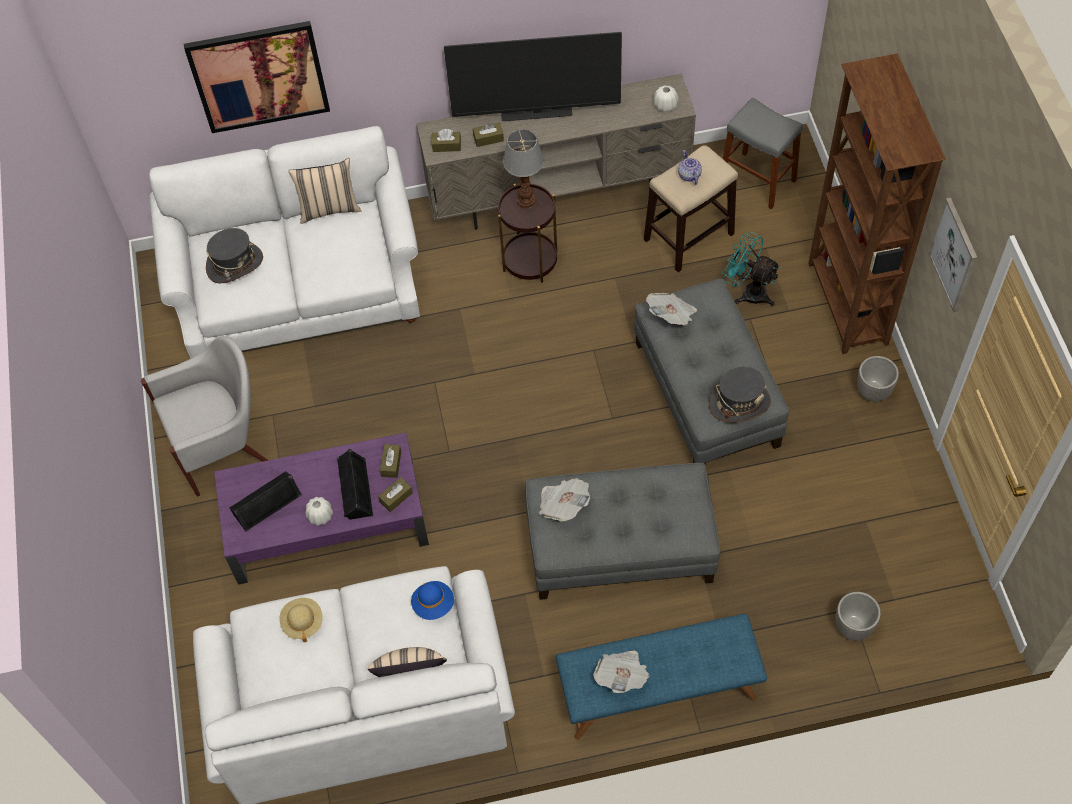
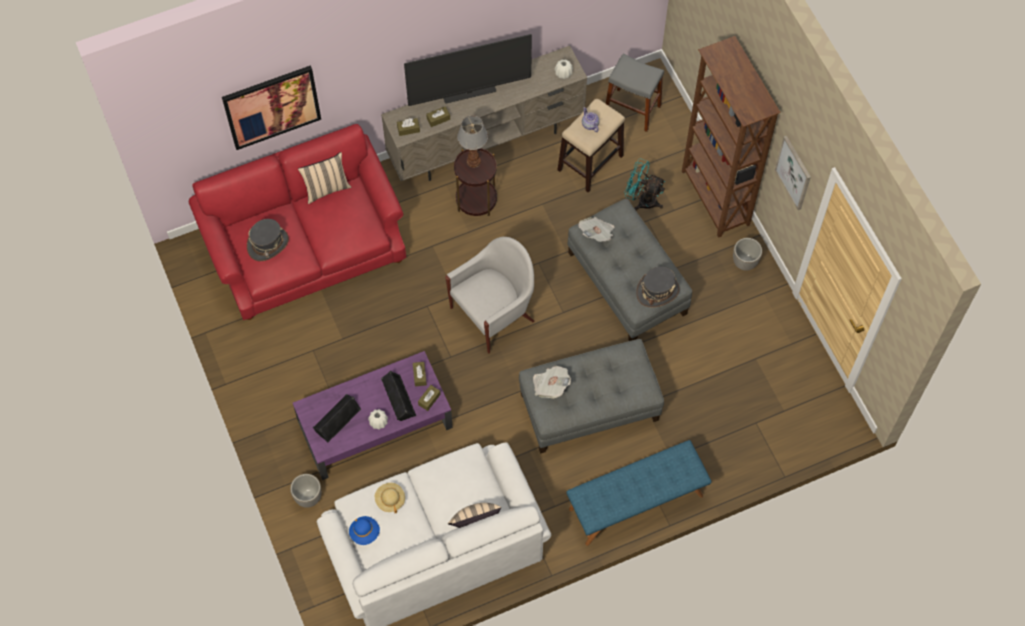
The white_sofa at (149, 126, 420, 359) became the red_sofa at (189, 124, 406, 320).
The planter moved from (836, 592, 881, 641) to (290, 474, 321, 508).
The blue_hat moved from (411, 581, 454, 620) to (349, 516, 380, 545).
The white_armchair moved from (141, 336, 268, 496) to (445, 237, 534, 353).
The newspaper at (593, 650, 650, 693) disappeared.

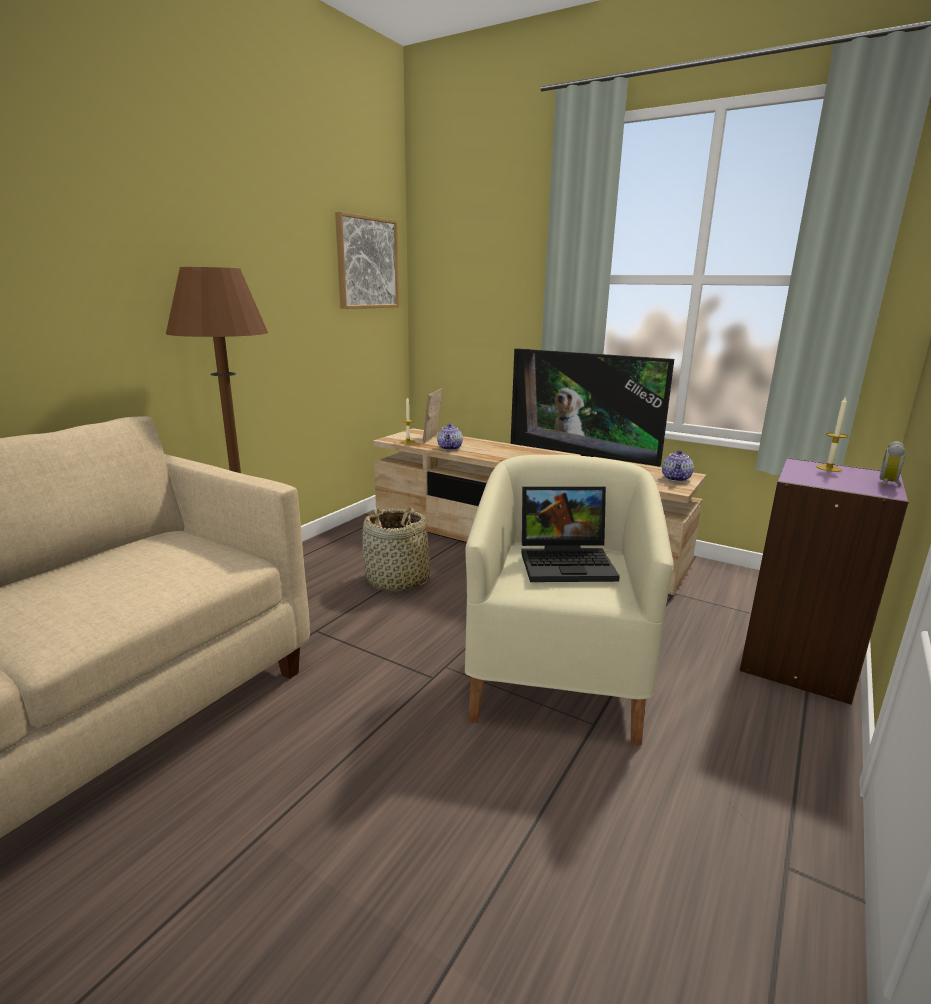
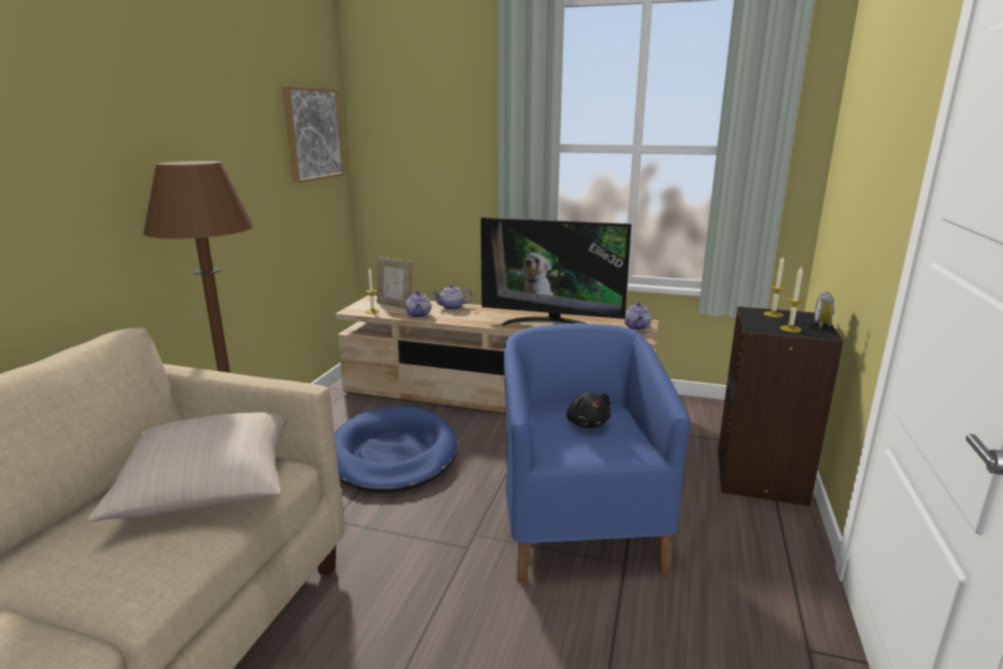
The beige_pillow at (87, 412, 286, 522) appeared.
The basket at (362, 507, 430, 592) was replaced by the blue_dog_bed at (334, 406, 457, 493).
The picture_frame at (423, 388, 443, 443) turned 60 degrees counterclockwise.
The teapot at (431, 284, 472, 310) appeared.
The beige_armchair at (465, 455, 674, 746) became the blue_armchair at (504, 323, 690, 583).
The laptop at (521, 486, 620, 582) was replaced by the black_plush_toy at (567, 392, 611, 428).
The purple_bookcase at (740, 457, 909, 705) became the black_bookcase at (718, 306, 844, 506).
The candle at (780, 267, 805, 332) appeared.

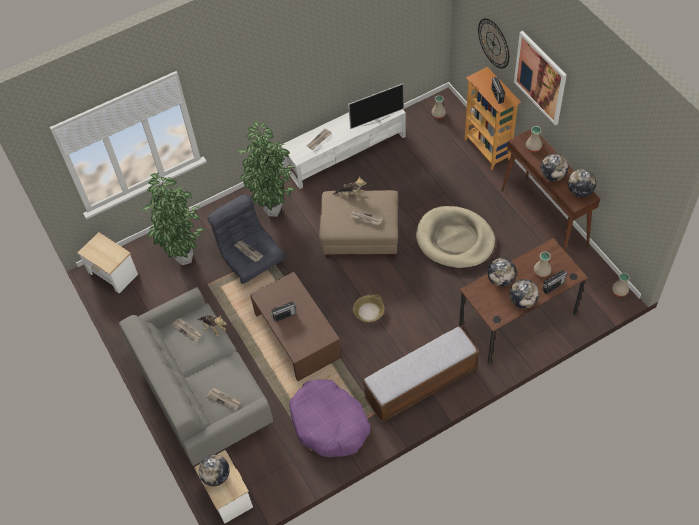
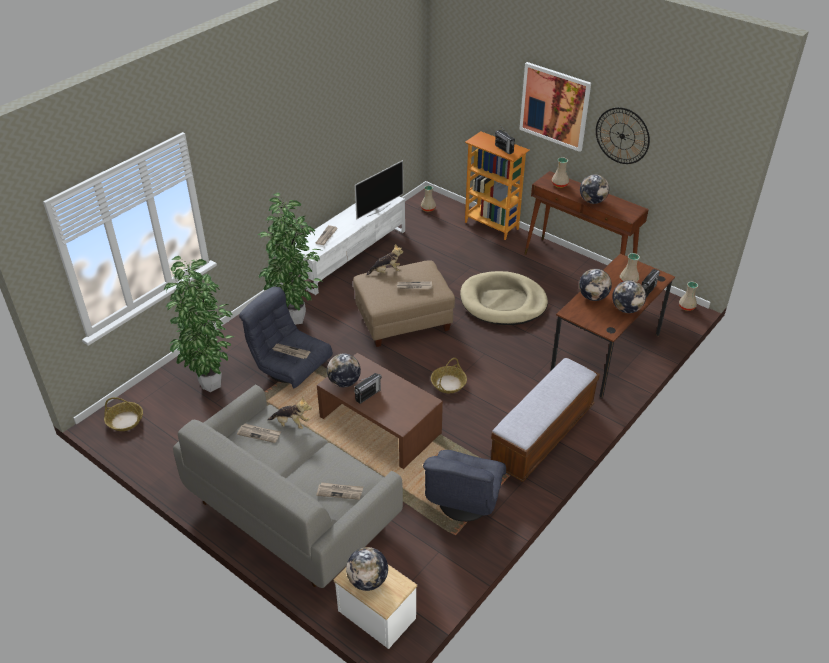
The side_table at (78, 232, 138, 293) was replaced by the basket at (104, 397, 143, 431).
The globe moved from (568, 169, 596, 197) to (327, 354, 361, 387).
The purple_dog_bed at (289, 379, 371, 458) was replaced by the grey_armchair at (423, 450, 506, 522).
The wall_clock moved from (478, 18, 509, 69) to (596, 107, 650, 164).

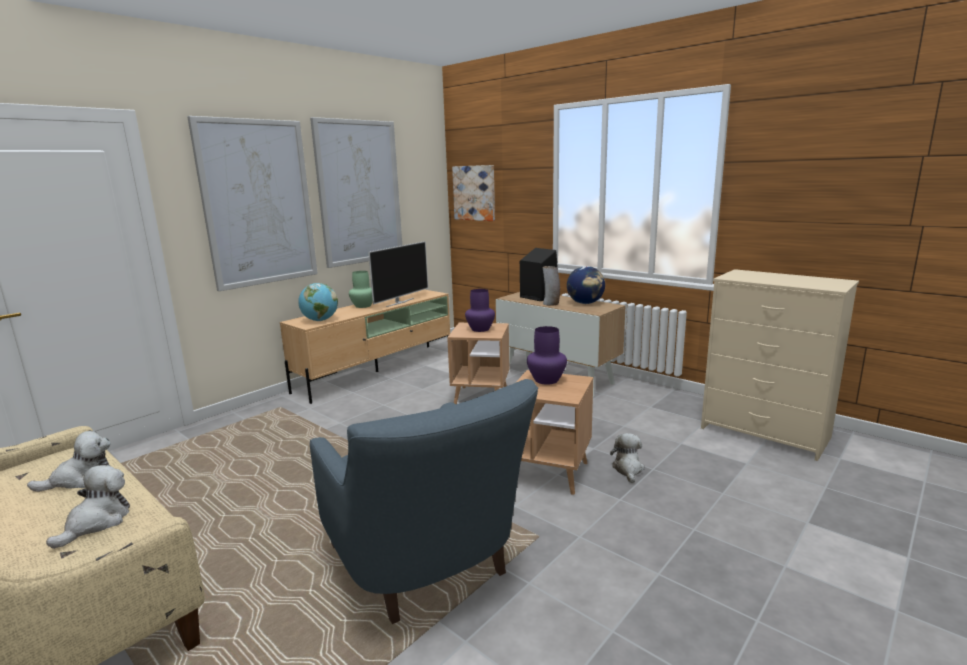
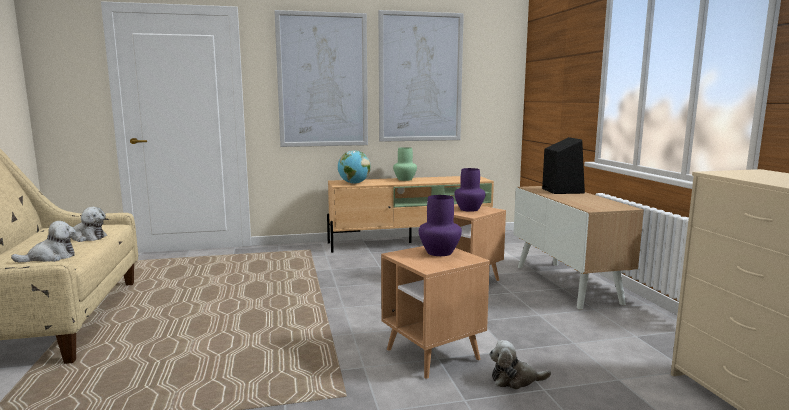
The plush_toy at (610, 433, 645, 483) turned 135 degrees counterclockwise.
The blue_armchair at (310, 379, 538, 624) disappeared.
The television at (368, 241, 428, 307) disappeared.
The picture at (452, 165, 495, 221) disappeared.
The vase at (542, 266, 560, 306) disappeared.
The globe at (567, 266, 605, 304) disappeared.

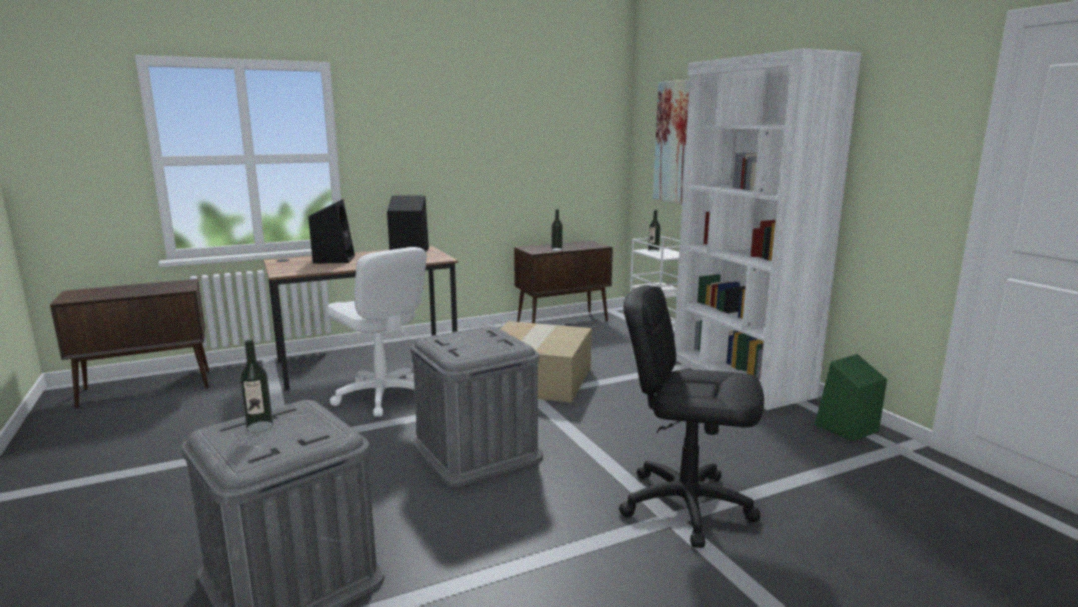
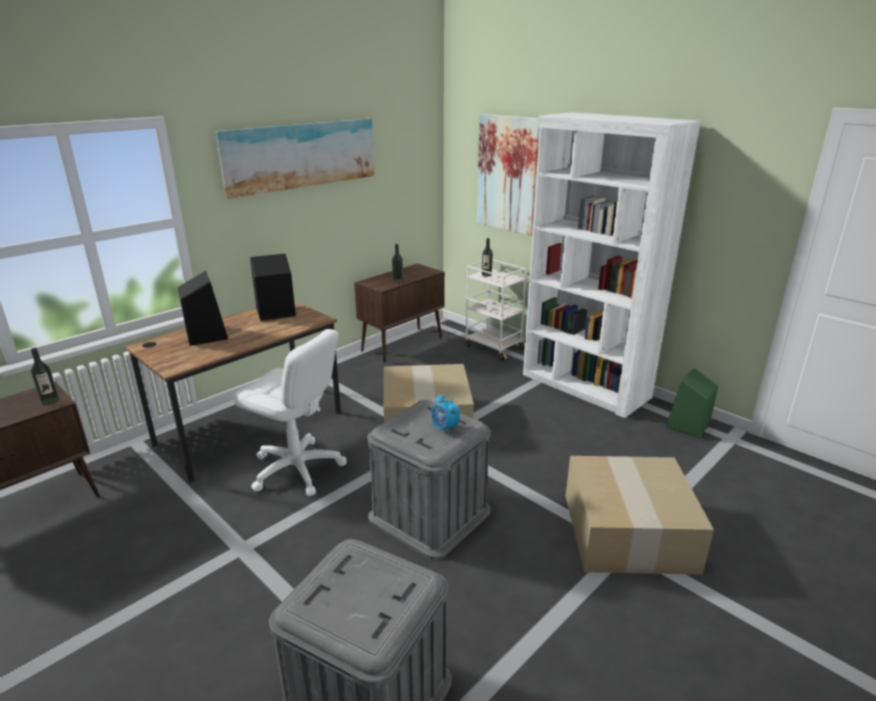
The bottle moved from (240, 340, 273, 432) to (30, 348, 59, 406).
The picture at (216, 119, 374, 199) appeared.
The alarm_clock at (431, 394, 460, 435) appeared.
The black_office_chair at (619, 285, 764, 548) was replaced by the cardboard_box at (566, 456, 714, 575).

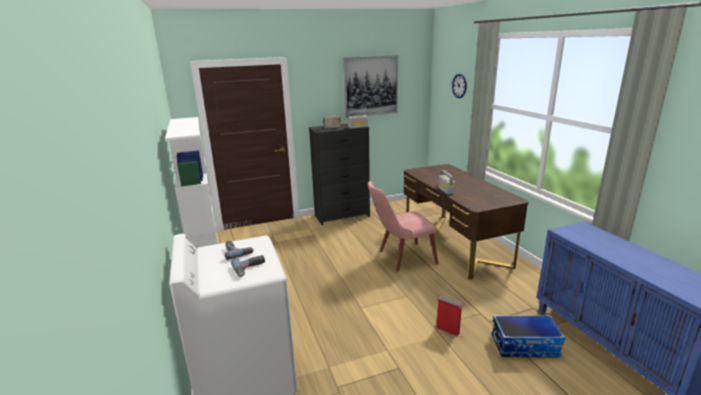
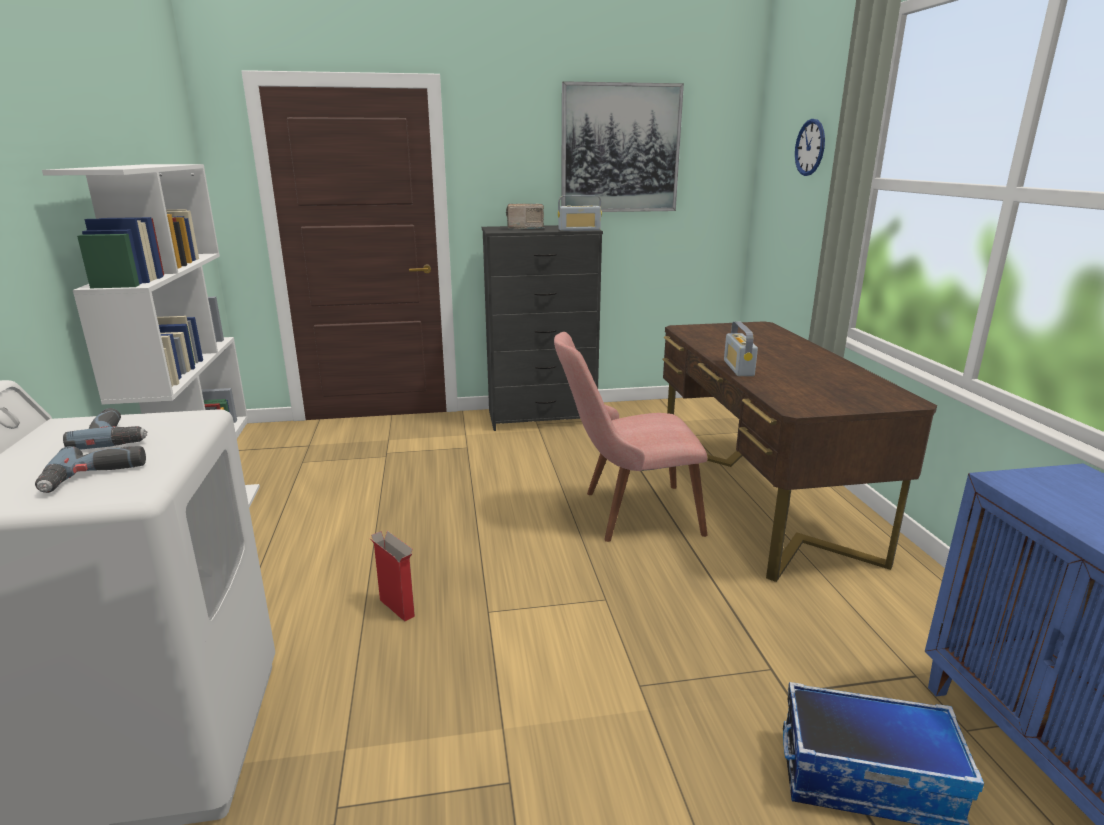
The cardboard_box moved from (437, 295, 465, 336) to (371, 531, 415, 622).

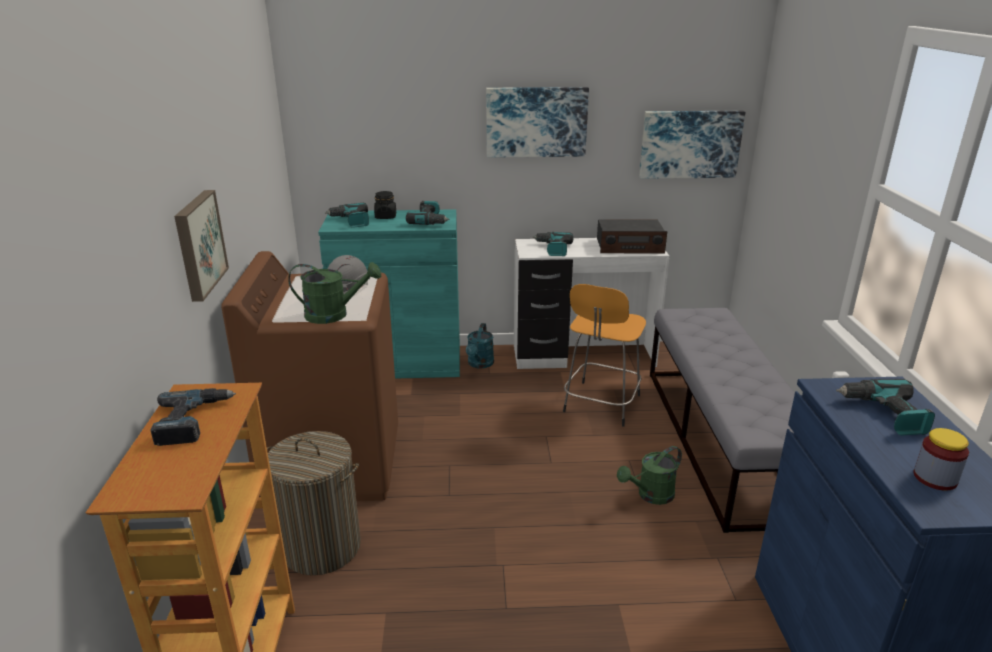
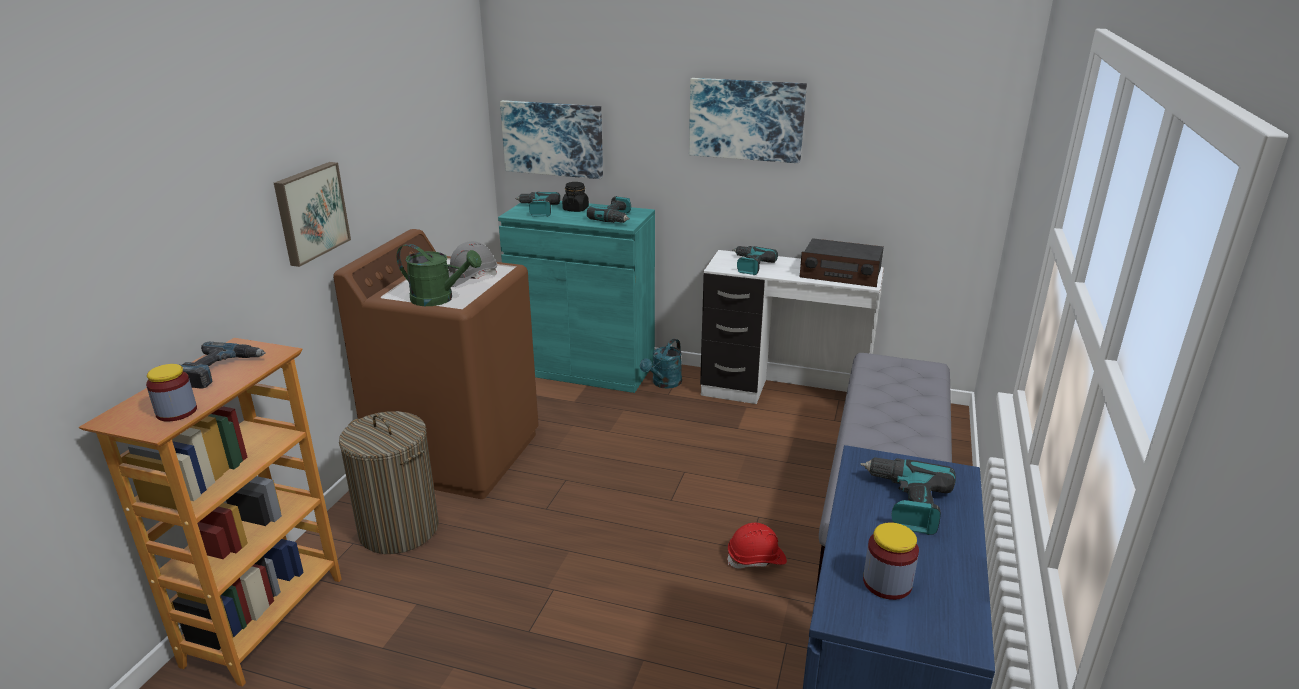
The jar at (146, 364, 197, 422) appeared.
The picture moved from (639, 111, 745, 179) to (500, 100, 603, 179).
The green_watering_can at (617, 446, 682, 505) was replaced by the red_hard_hat at (727, 523, 787, 569).
The orange_stool at (563, 284, 646, 427) disappeared.

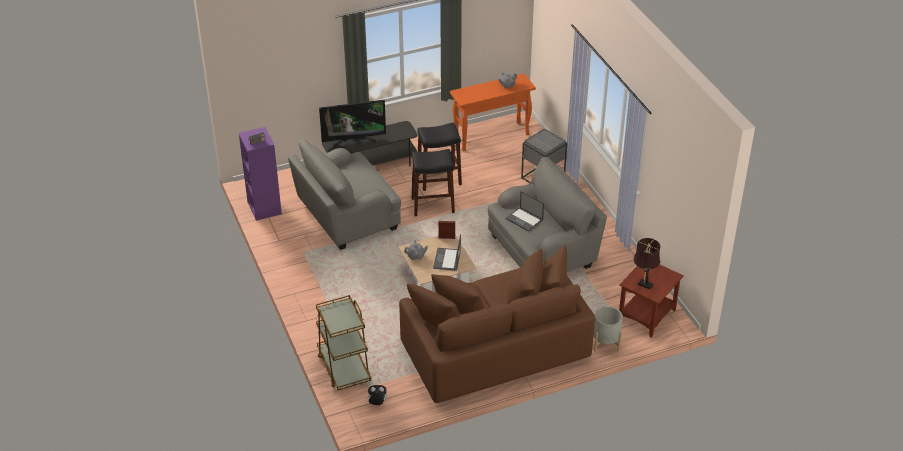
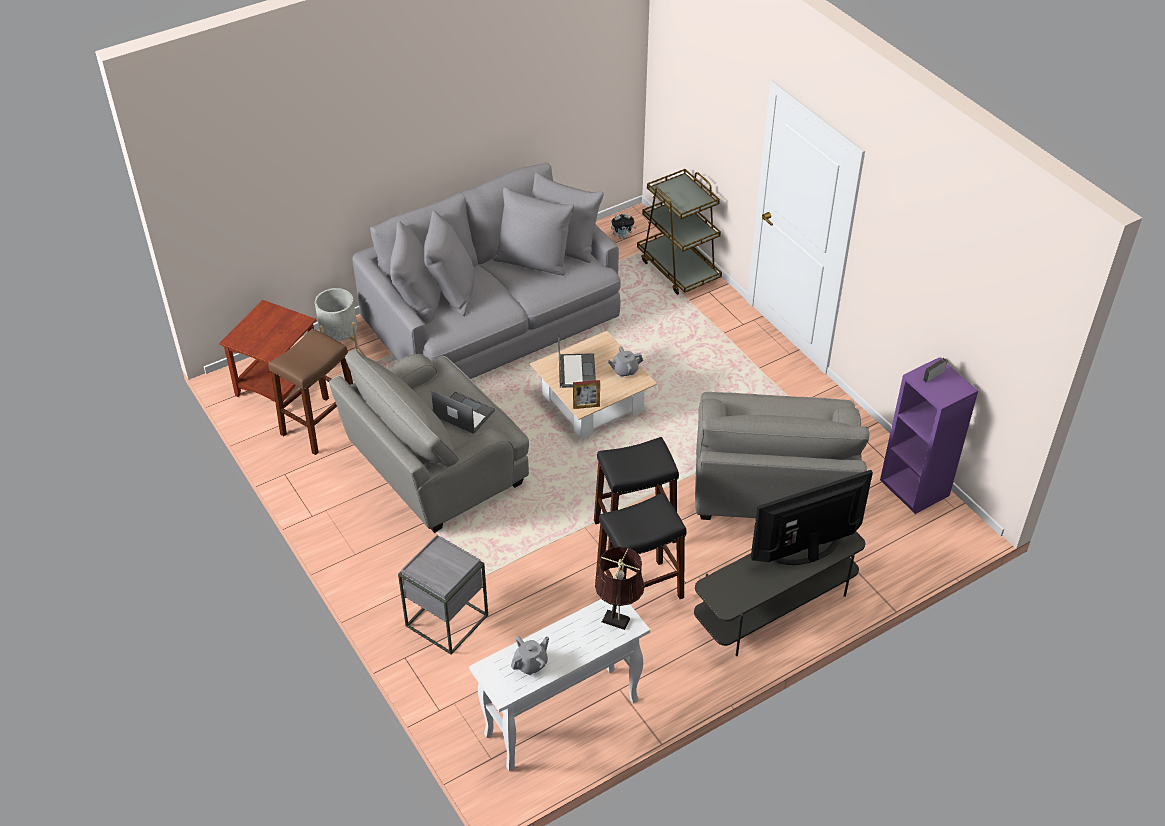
The brown_stool at (268, 328, 353, 455) appeared.
The brown_sofa at (399, 246, 595, 403) became the grey_sofa at (352, 163, 621, 379).
The orange_console_table at (450, 73, 536, 151) became the white_console_table at (469, 599, 650, 771).
The brown_table_lamp moved from (633, 238, 661, 290) to (595, 546, 645, 630).
The grey_armchair at (288, 139, 401, 250) turned 135 degrees clockwise.

